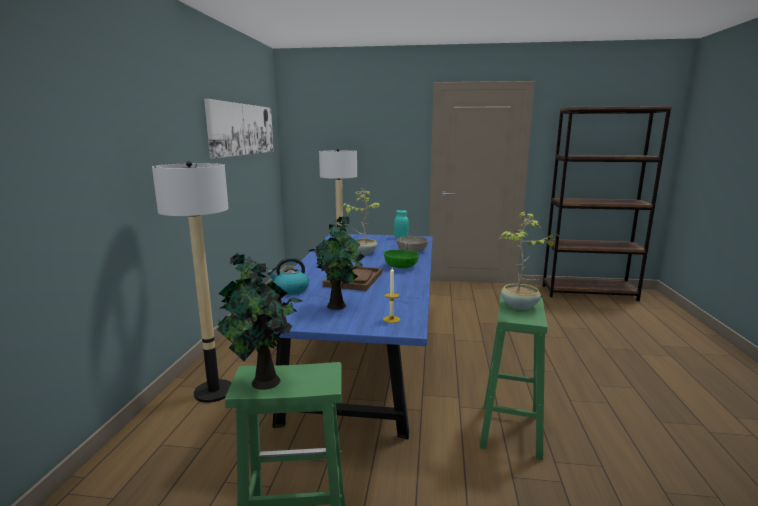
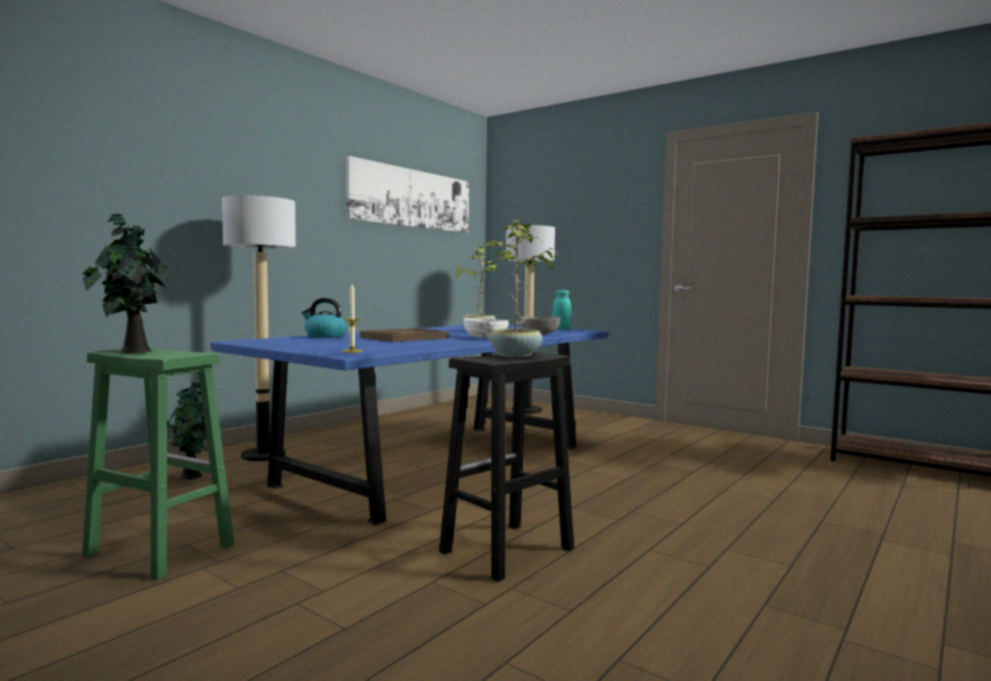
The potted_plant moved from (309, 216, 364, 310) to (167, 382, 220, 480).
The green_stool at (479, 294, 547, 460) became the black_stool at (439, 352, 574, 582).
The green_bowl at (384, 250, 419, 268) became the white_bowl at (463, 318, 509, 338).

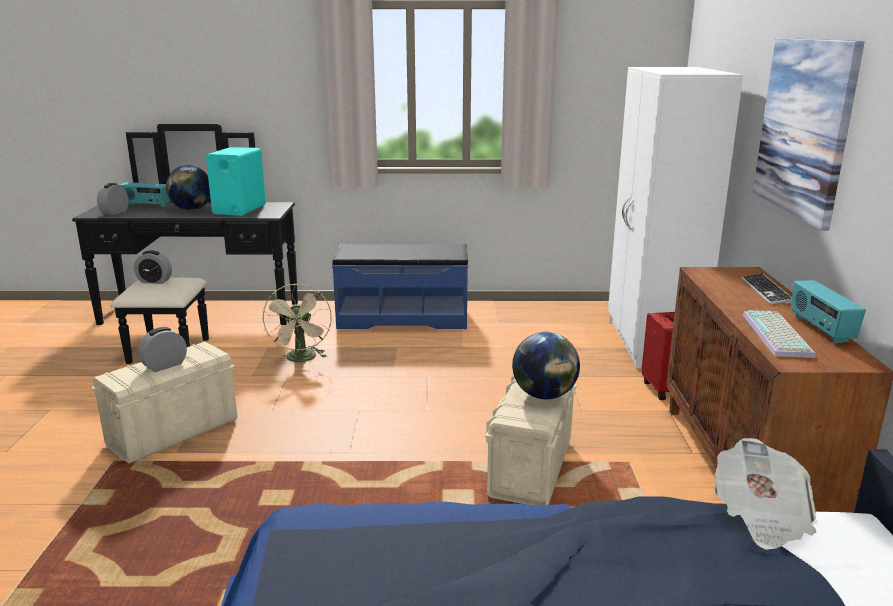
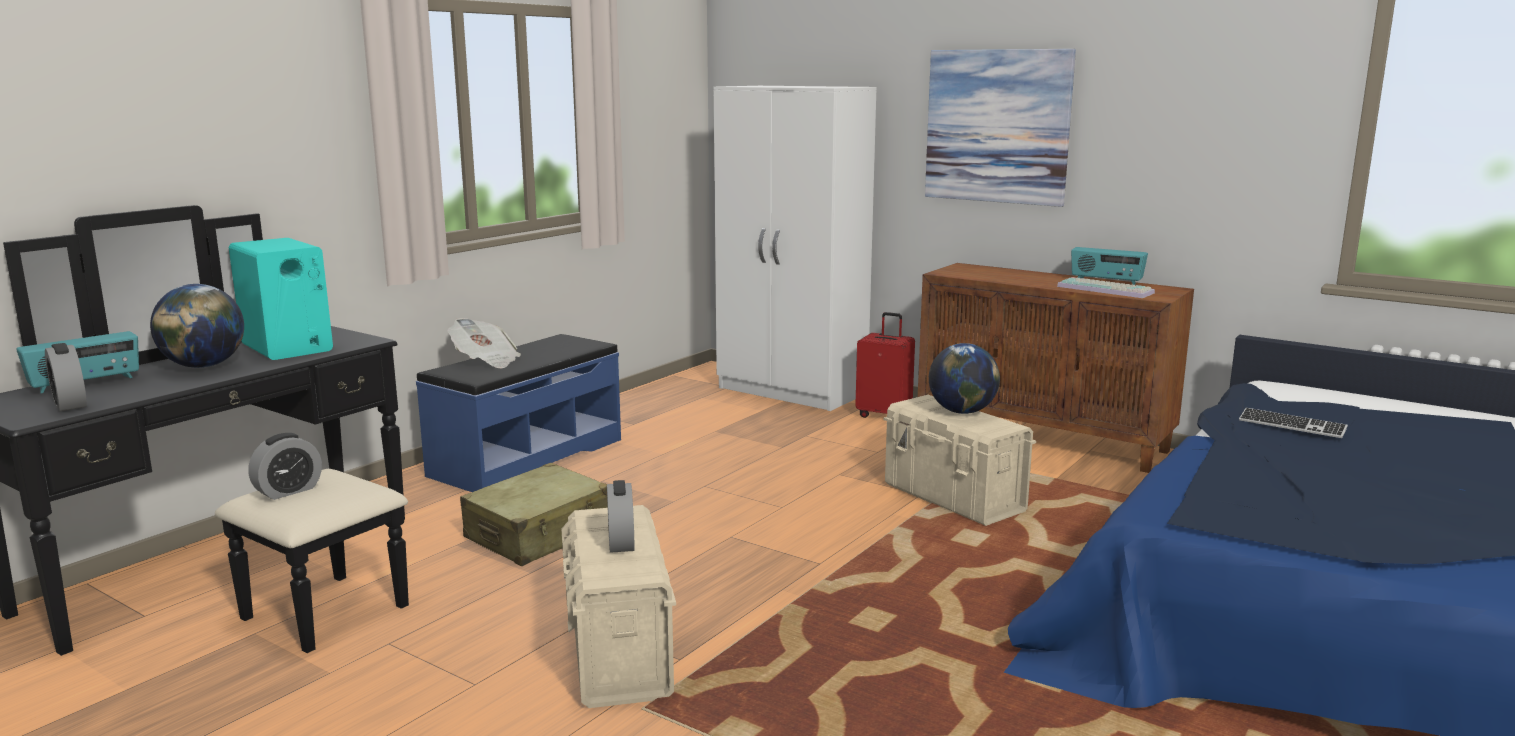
The newspaper moved from (714, 438, 816, 550) to (448, 318, 521, 369).
The beige_fan at (263, 283, 332, 363) was replaced by the beige_suitcase at (460, 463, 608, 566).
The keyboard moved from (742, 274, 792, 304) to (1239, 408, 1348, 438).

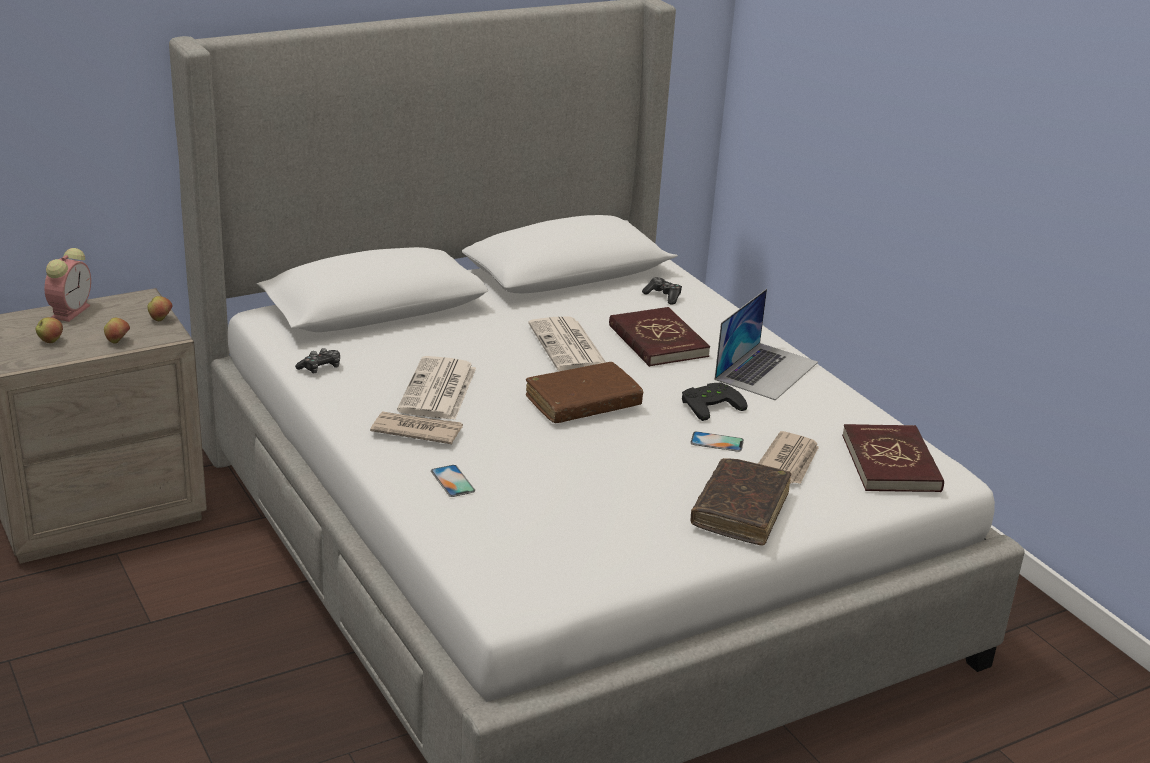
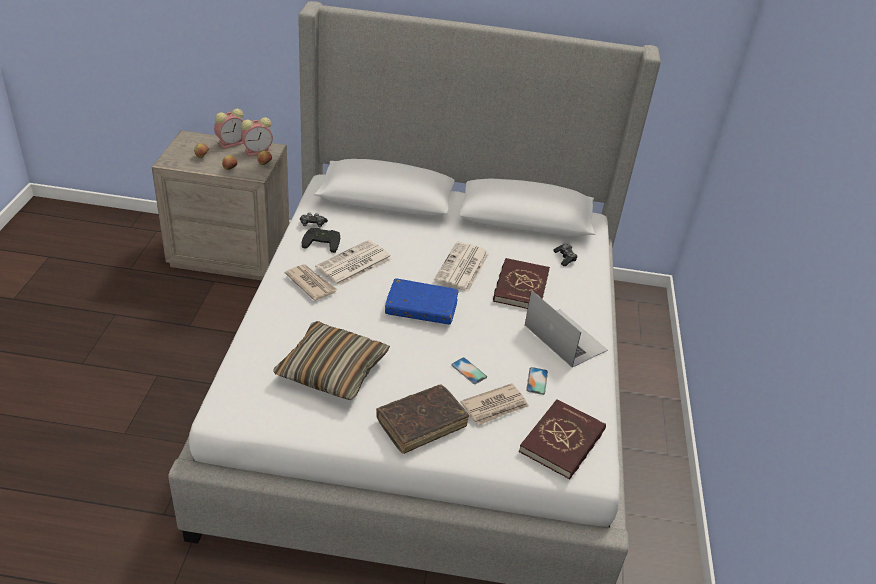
The alarm_clock at (241, 118, 273, 156) appeared.
The pillow at (273, 321, 390, 400) appeared.
The black_game_controller moved from (682, 382, 747, 421) to (302, 228, 340, 253).
The brown_book at (526, 362, 643, 423) became the blue_book at (385, 278, 459, 325).
The laptop at (715, 289, 818, 400) turned 105 degrees counterclockwise.
The phone moved from (431, 465, 475, 497) to (526, 367, 548, 395).

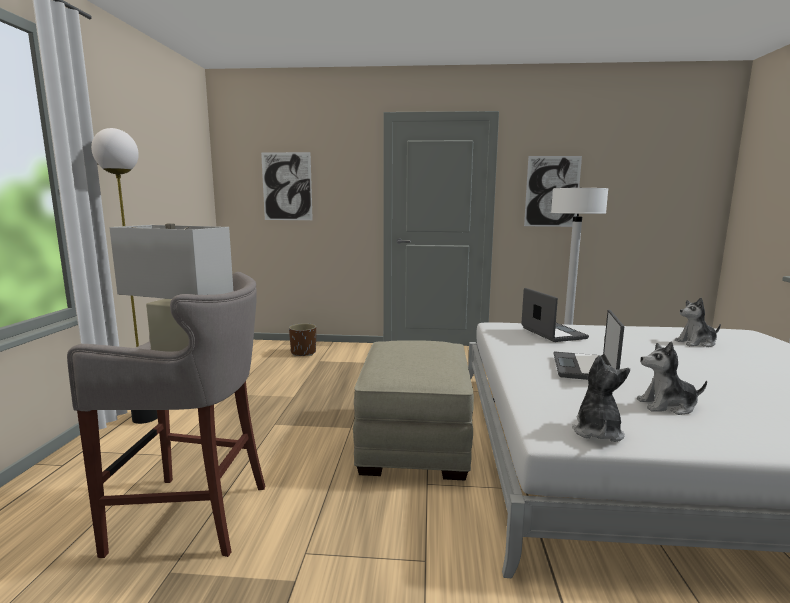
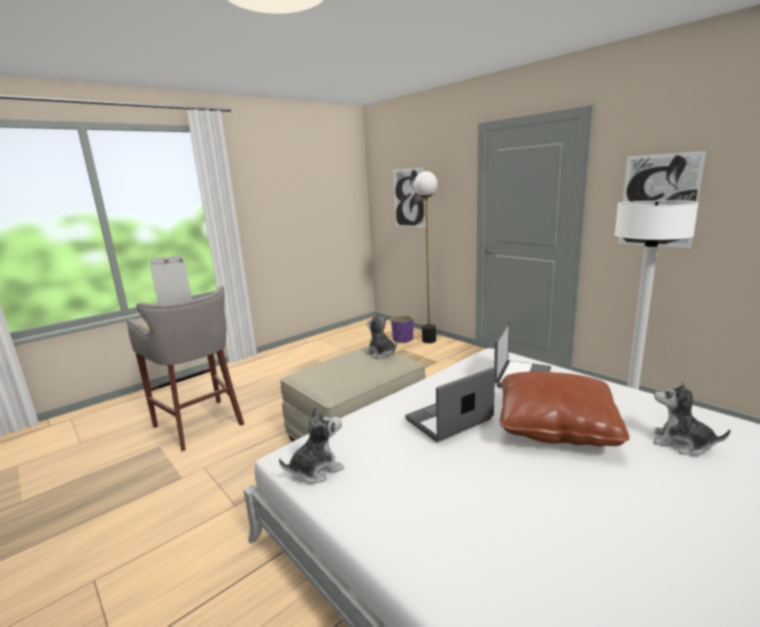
The plush_toy moved from (637, 342, 707, 415) to (365, 314, 397, 359).
The brown_planter at (289, 323, 316, 356) became the purple_planter at (391, 315, 413, 343).
The floor_lamp moved from (91, 128, 158, 424) to (414, 171, 438, 343).
The brown_pillow at (500, 371, 629, 446) appeared.

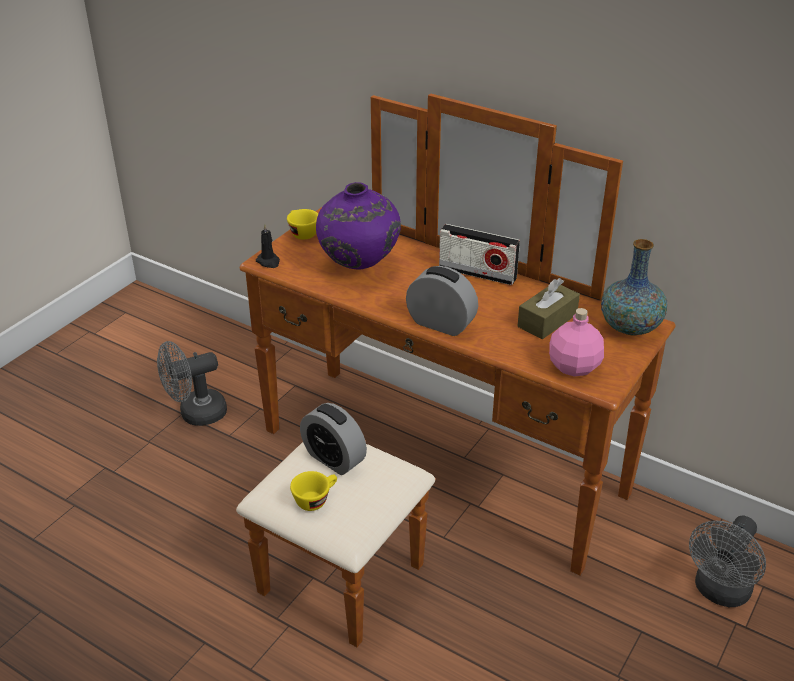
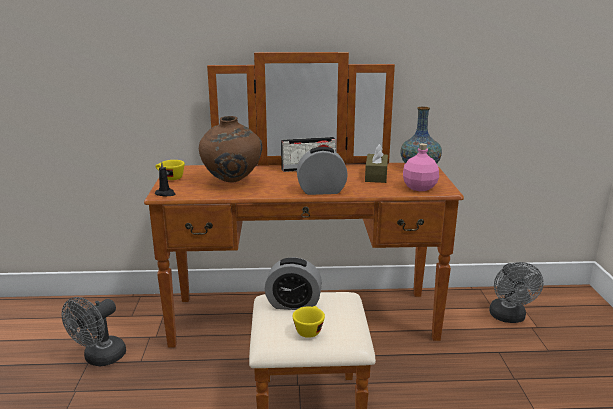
The purple_vase at (316, 182, 401, 269) became the brown_vase at (199, 116, 263, 183).

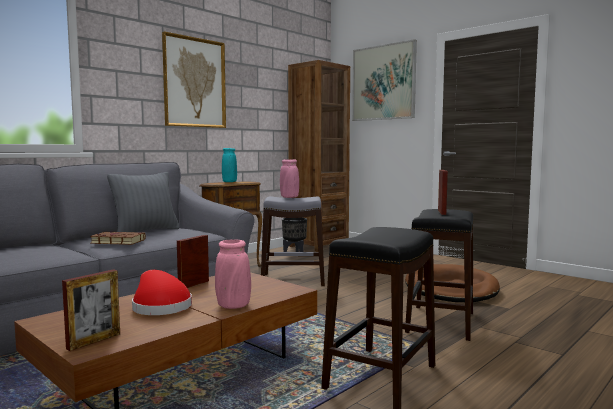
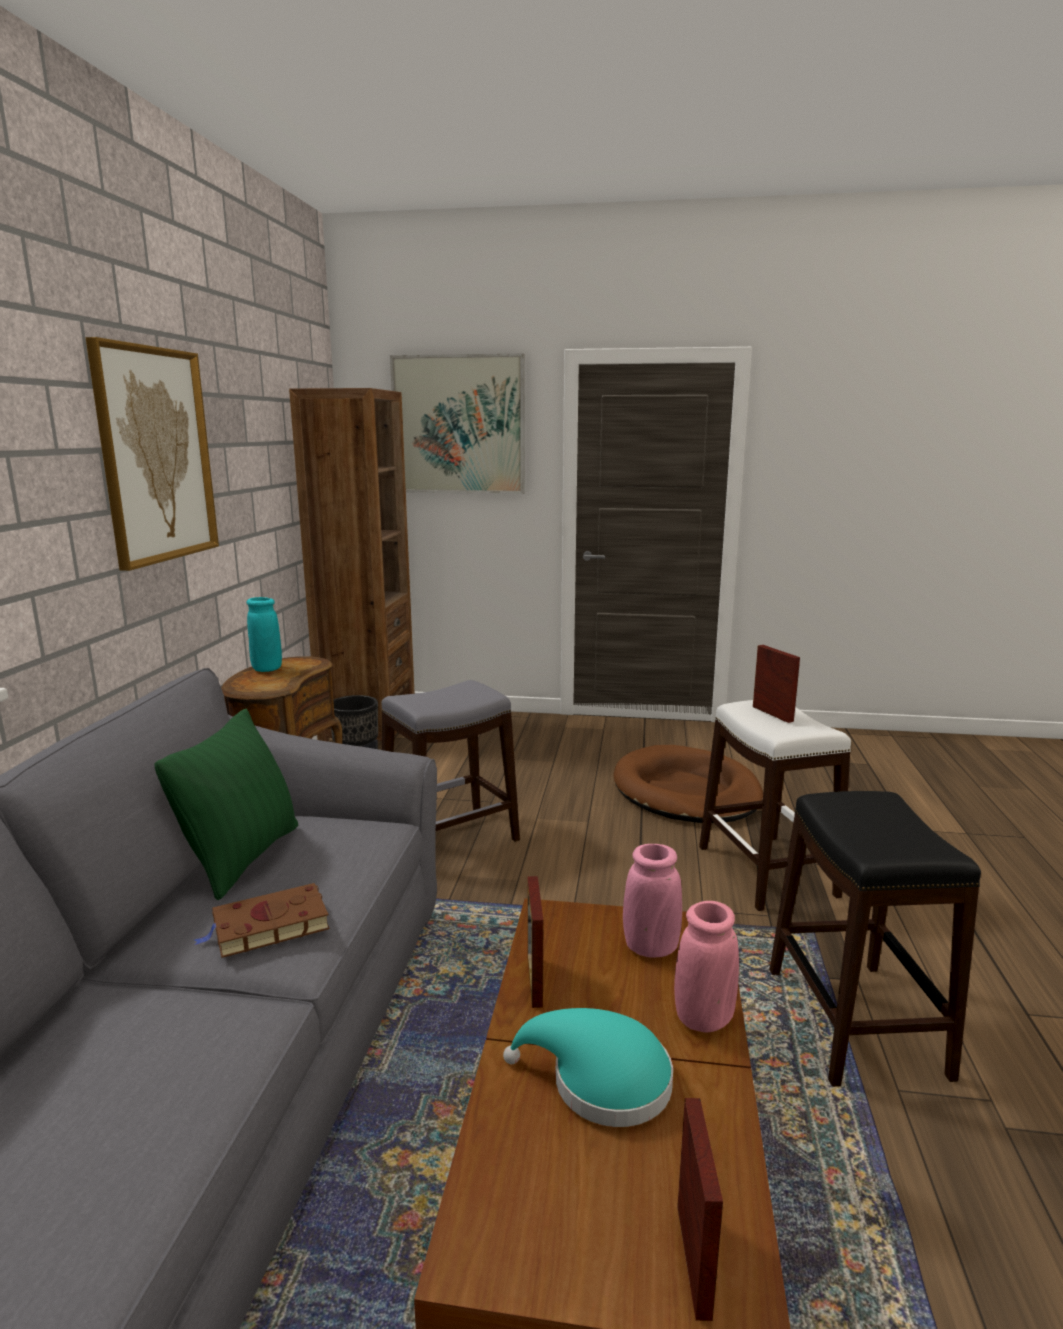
The grey_pillow at (107, 172, 180, 232) became the green_pillow at (154, 709, 298, 900).
The red_hat at (132, 270, 192, 315) became the turquoise_hat at (503, 1008, 673, 1127).
The pink_vase moved from (280, 159, 299, 198) to (623, 844, 682, 958).
The black_stool at (405, 209, 474, 341) became the white_stool at (699, 700, 851, 911).

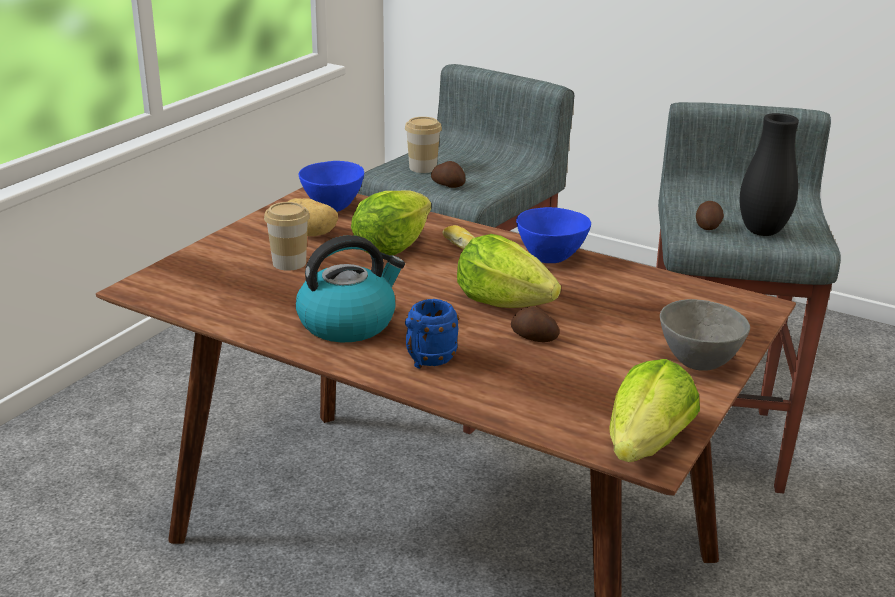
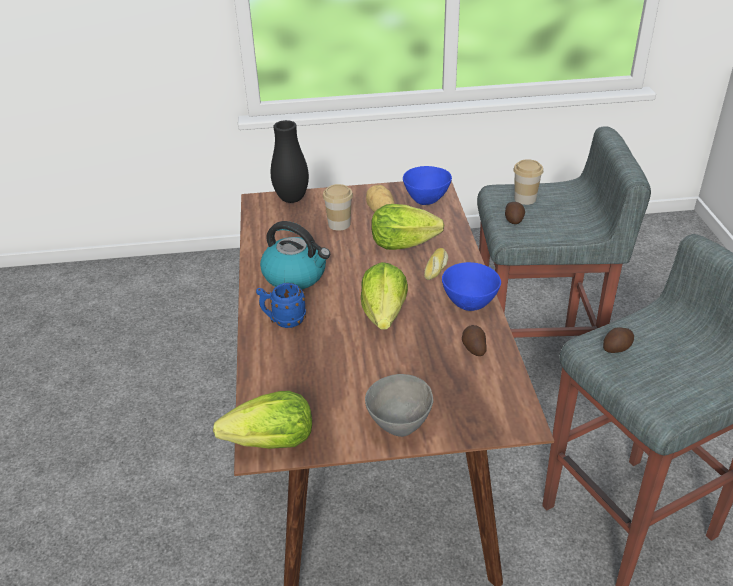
The black_vase moved from (740, 113, 799, 236) to (271, 120, 309, 203).
The potato moved from (511, 307, 560, 342) to (462, 325, 487, 356).

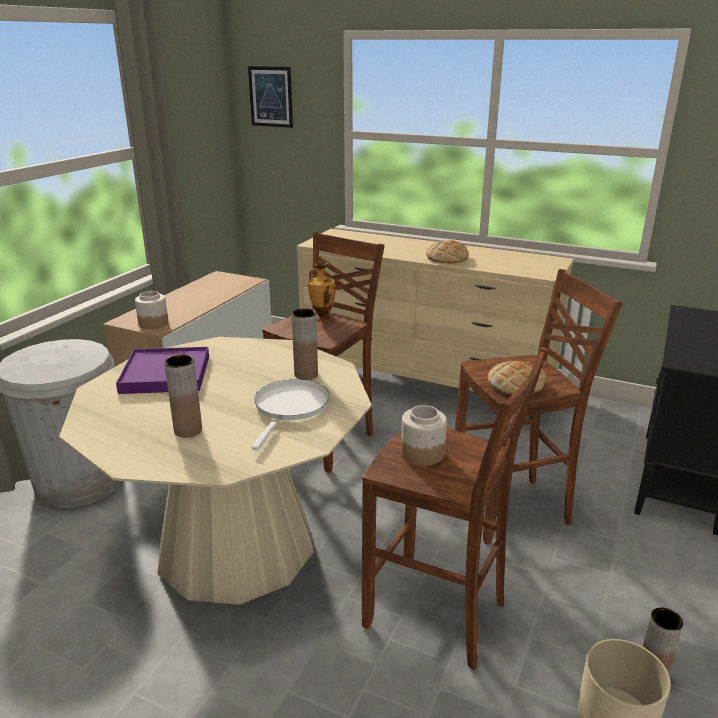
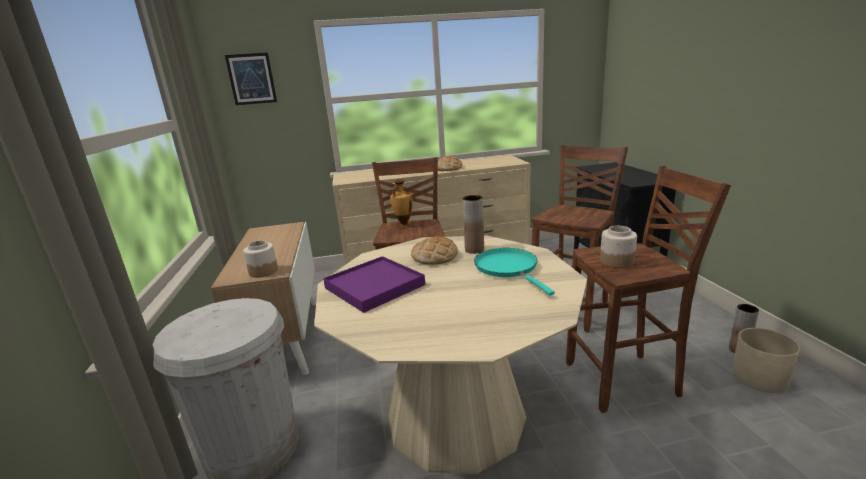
The bread moved from (488, 361, 546, 395) to (411, 236, 458, 264).
The white_frying_pan at (251, 379, 330, 450) became the turquoise_frying_pan at (474, 248, 555, 295).
The brown_vase at (164, 355, 202, 438) disappeared.

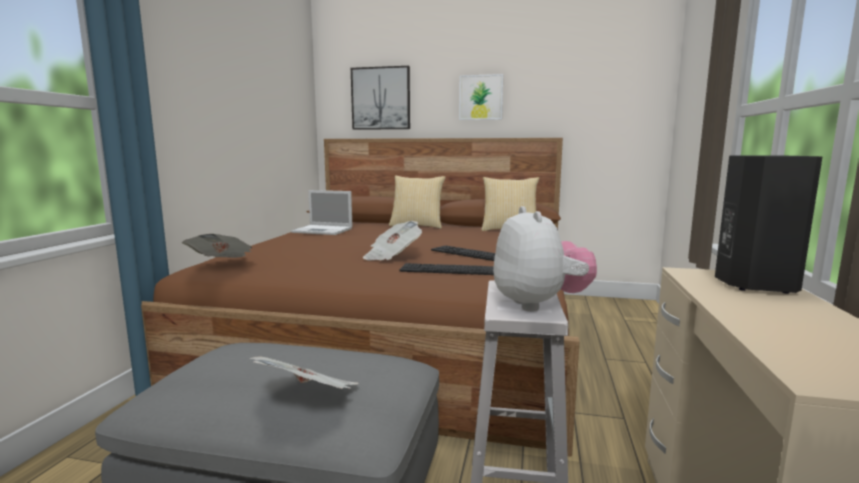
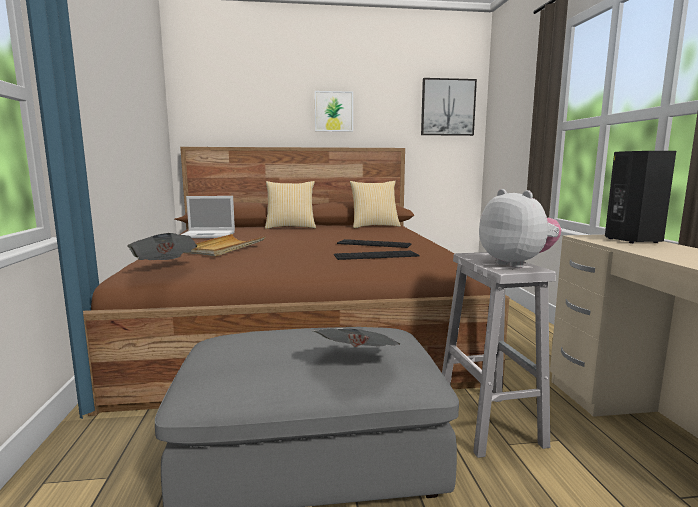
The beige_tray at (184, 234, 266, 256) appeared.
The picture moved from (351, 66, 410, 130) to (421, 78, 477, 136).
The newspaper at (363, 221, 422, 260) disappeared.

